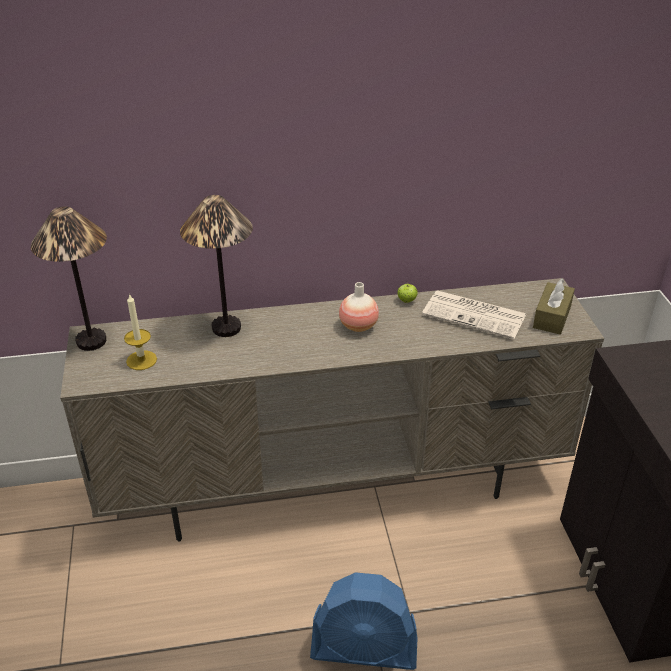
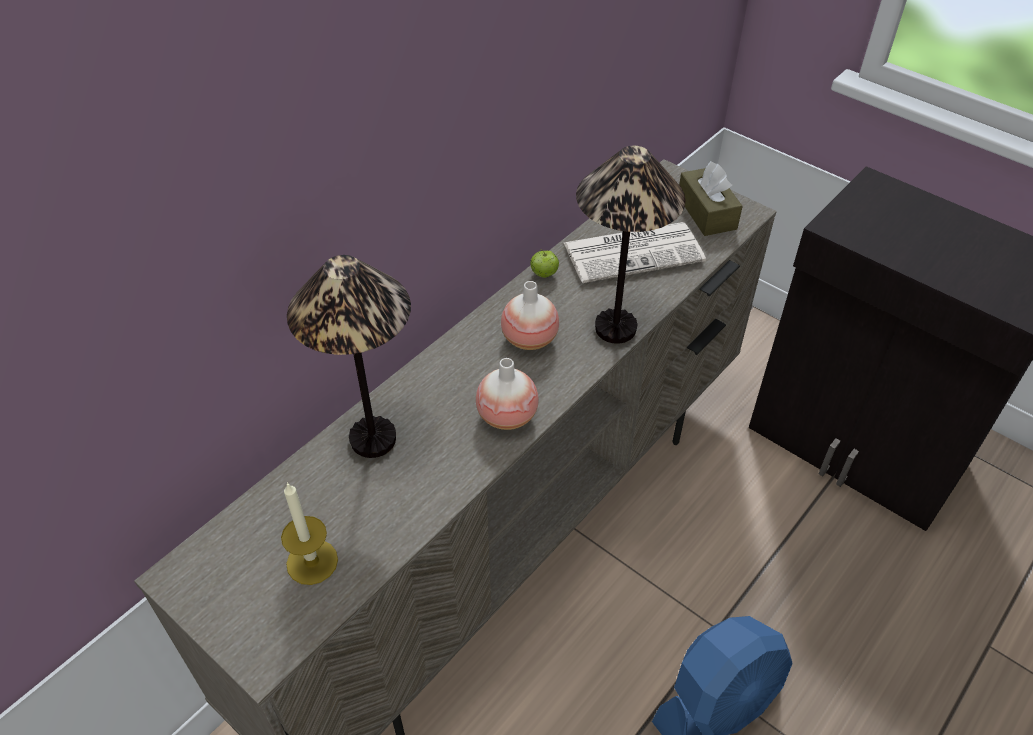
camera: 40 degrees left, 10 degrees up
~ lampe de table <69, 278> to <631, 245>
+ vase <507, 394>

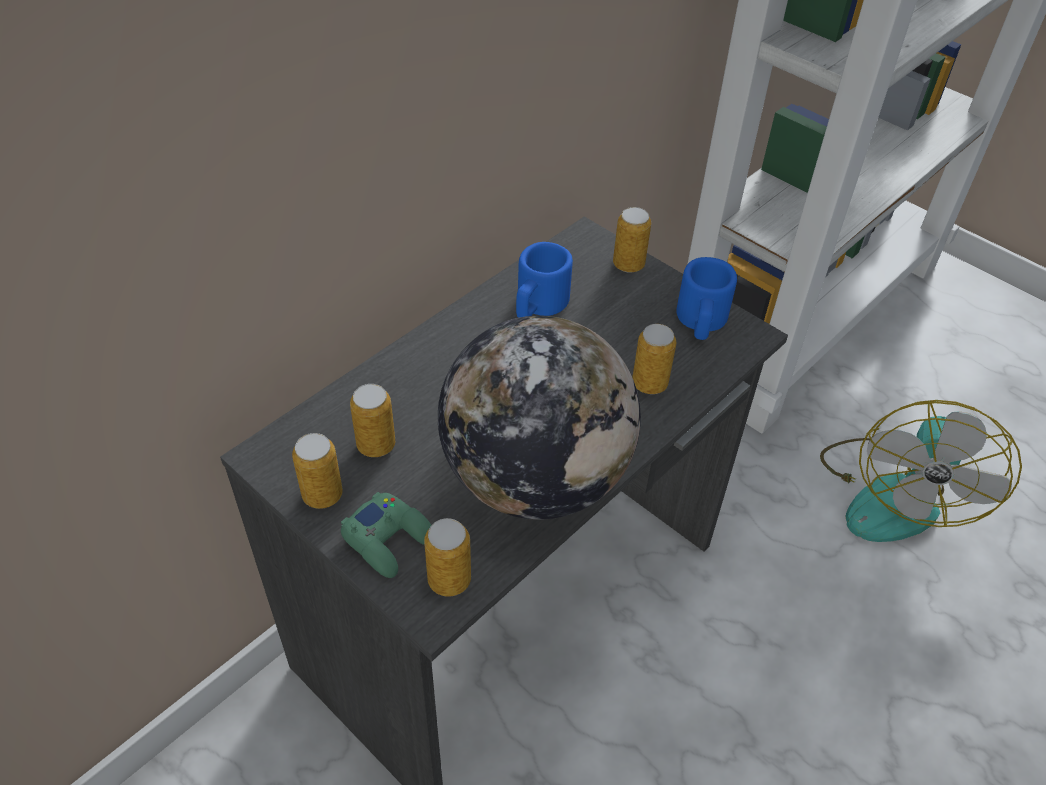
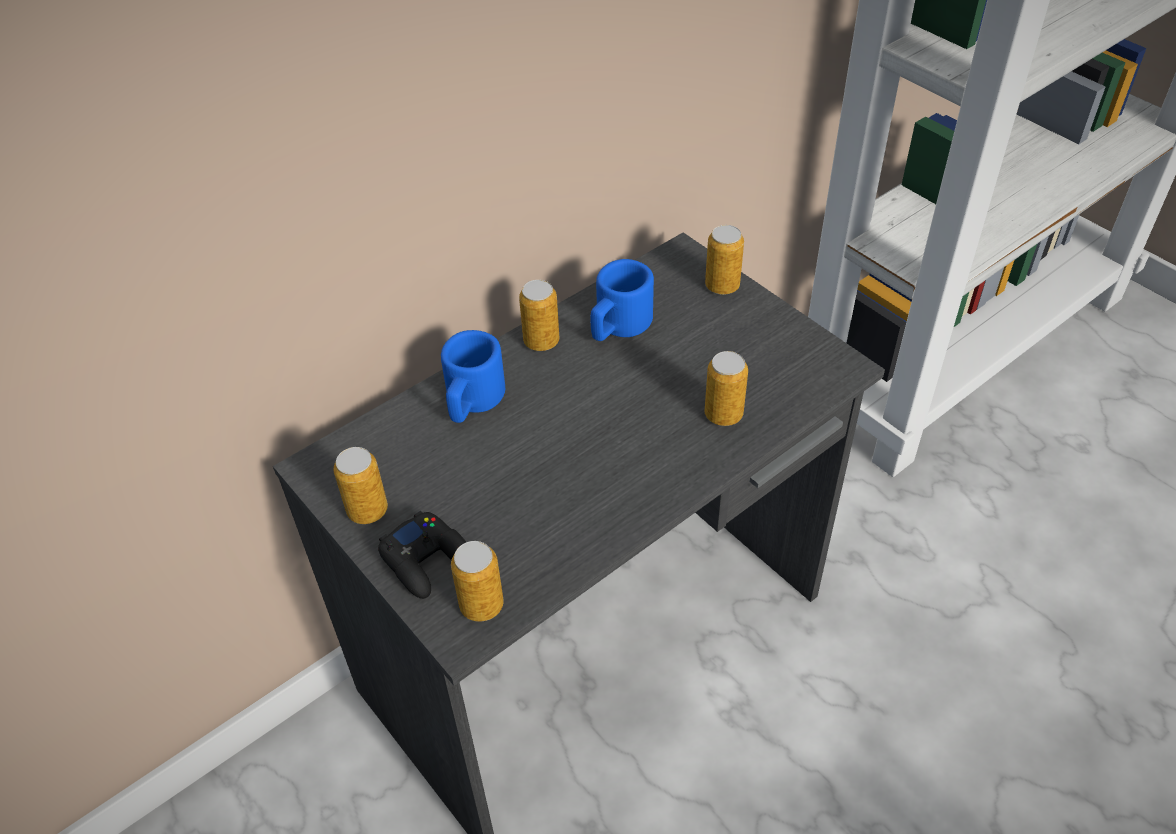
camera: 10 degrees right, 0 degrees up
~ mug (bleu) <706, 298> to <473, 376>
- globe <539, 418>
~ boîte métallique <372, 420> to <539, 315>
- ventilateur <921, 471>
~ manette (vert) <386, 535> to manette (noir) <422, 555>

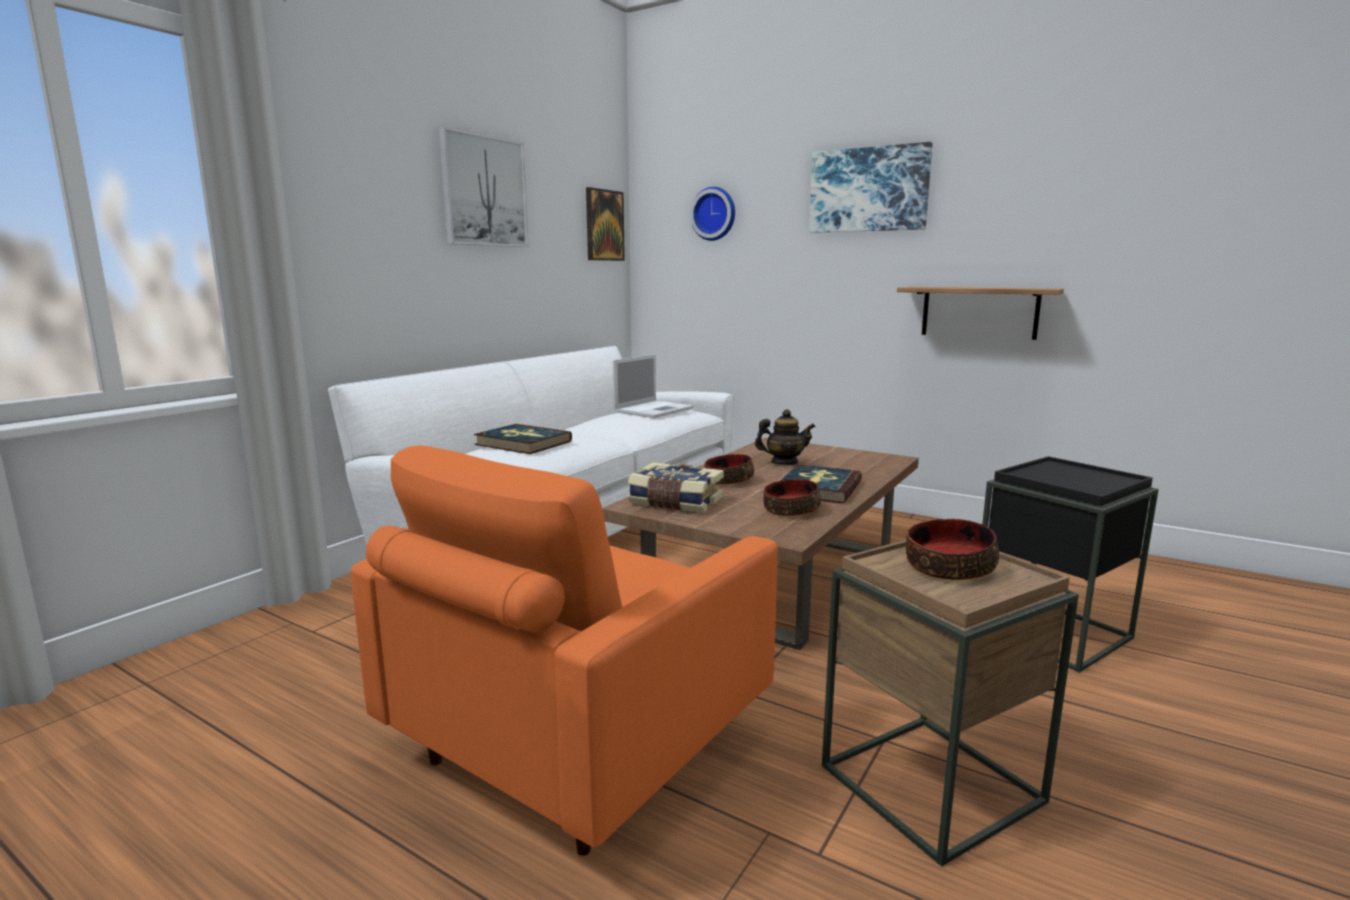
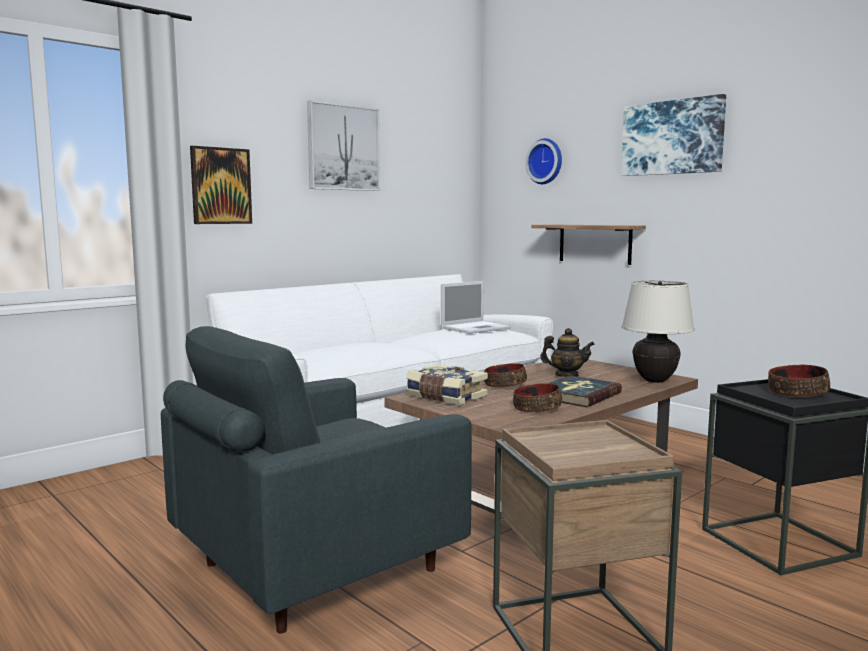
camera: 15 degrees right, 5 degrees down
~ tableau <605, 224> to <221, 185>
~ étagère <980, 313> to <588, 244>
- livre <523, 439>
~ fauteuil (orange) <564, 650> to fauteuil (gris) <316, 480>
~ bol <952, 549> to <799, 381>
+ lampe de table (beige) <658, 332>

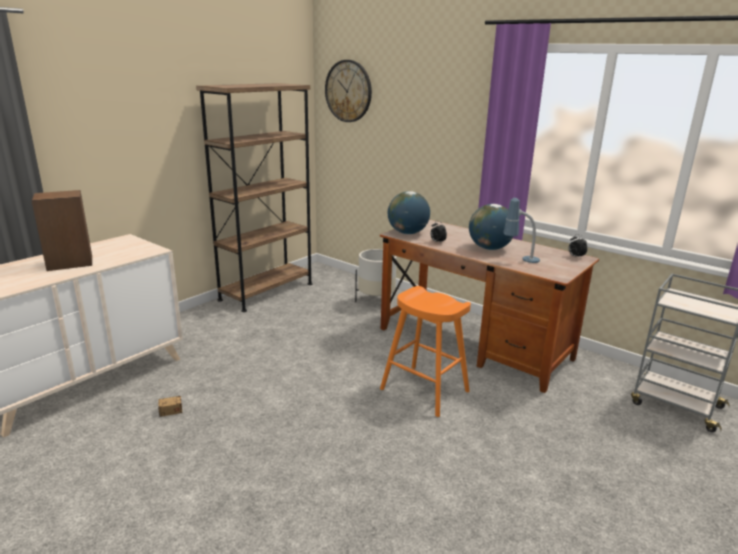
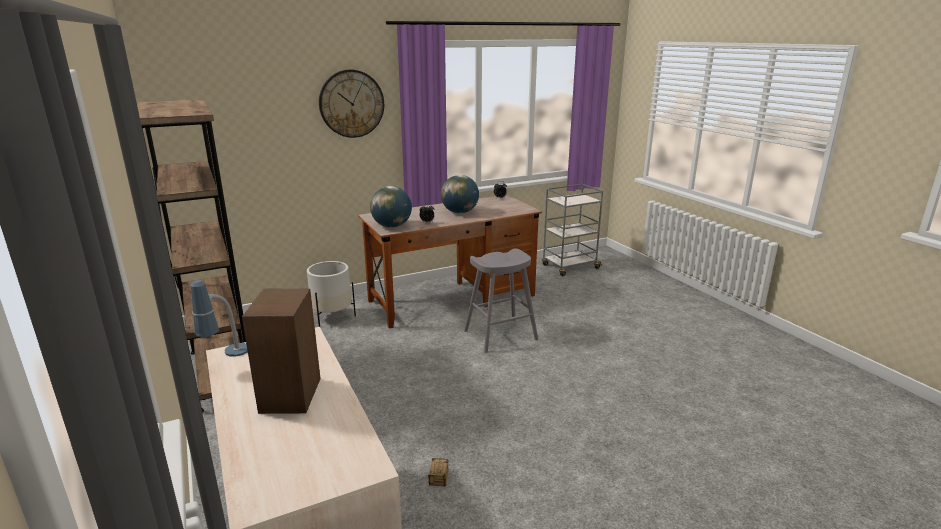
camera: 65 degrees left, 0 degrees up
~ horloge murale <348, 91> to <351, 103>
~ lampe de table <521, 230> to <219, 318>
~ tabouret (orange) <425, 351> to tabouret (gris) <501, 300>

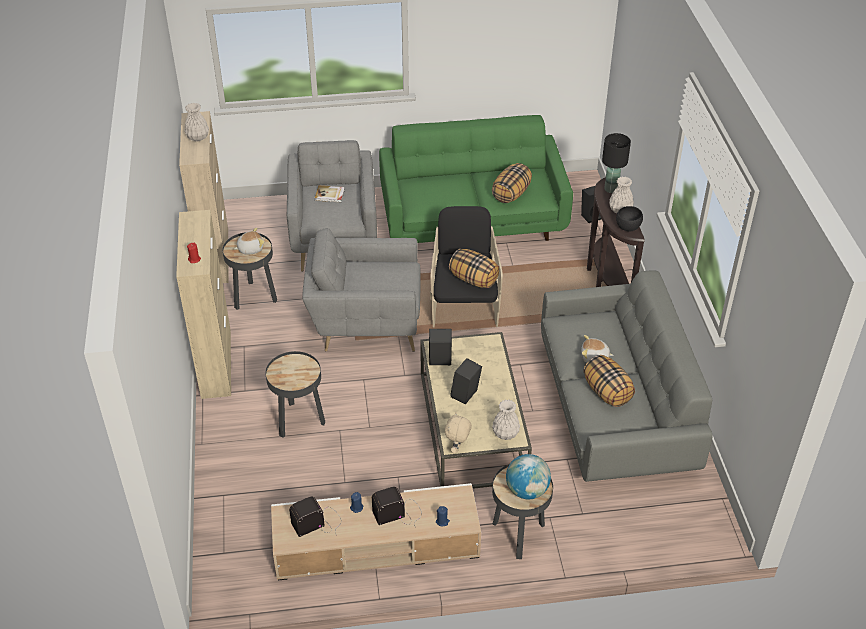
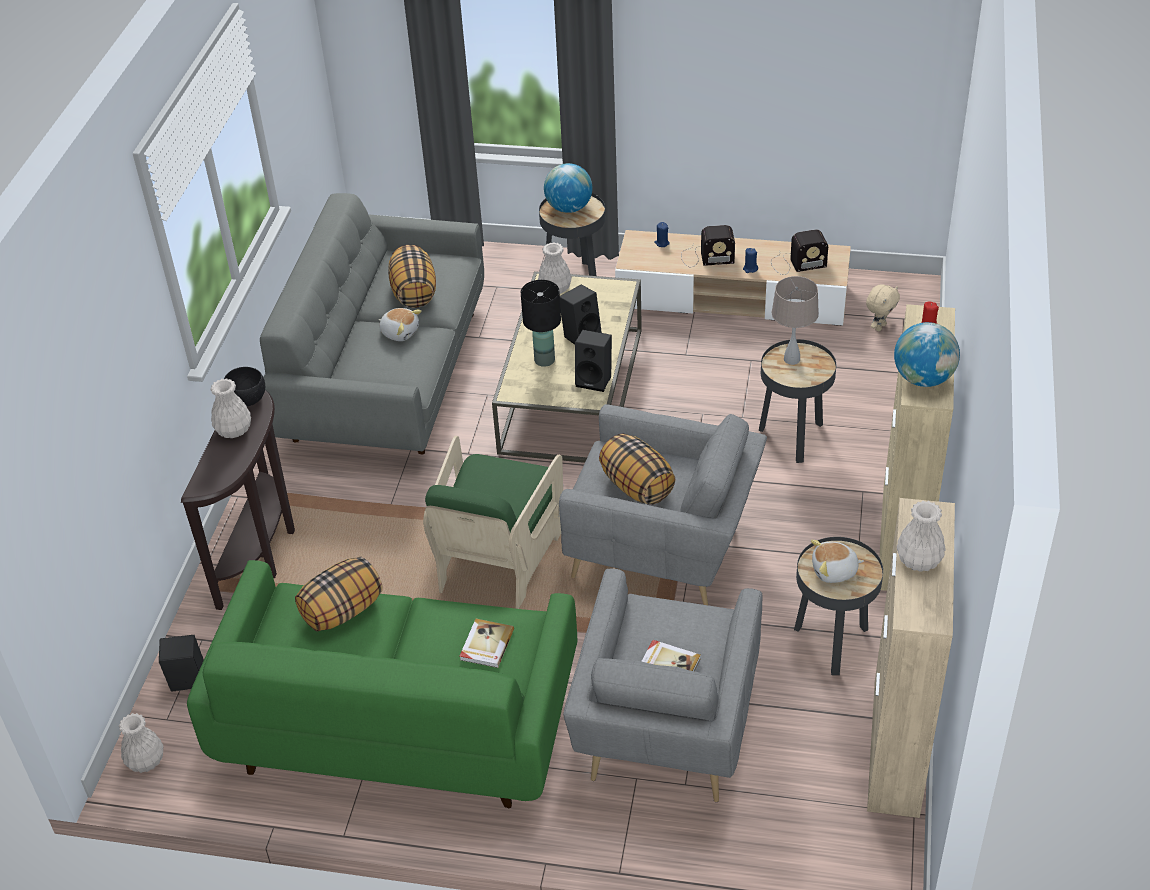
camera: 160 degrees left, 0 degrees up
~ lampe de table (noir) <616, 163> to <541, 323>
~ fauteuil (noir) <466, 266> to fauteuil (vert) <493, 522>
~ coussin <474, 268> to <637, 469>
~ peluche (beige) <458, 432> to <883, 307>
+ lampe de table (beige) <795, 320>
+ globe <927, 354>
+ livre <487, 643>
+ vase (blanc) <141, 743>

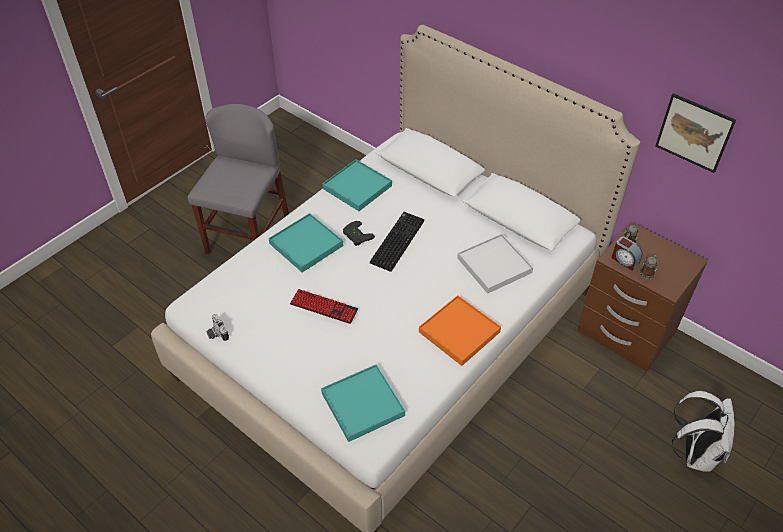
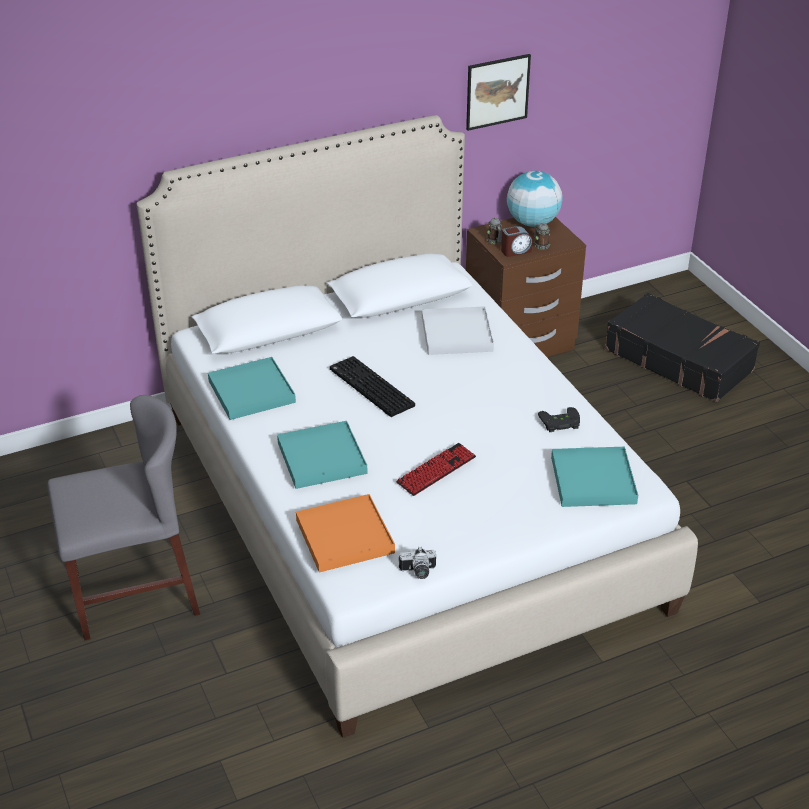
camera: 65 degrees left, 10 degrees down
~ chaise (gris) <238, 179> = <123, 517> 120 degrees clockwise
~ manette (noir) <359, 233> to <559, 419>
~ plateau (orange) <460, 330> to <345, 533>
~ sac à dos (blanc) <703, 431> to valise (noir) <682, 347>
+ globe <535, 199>

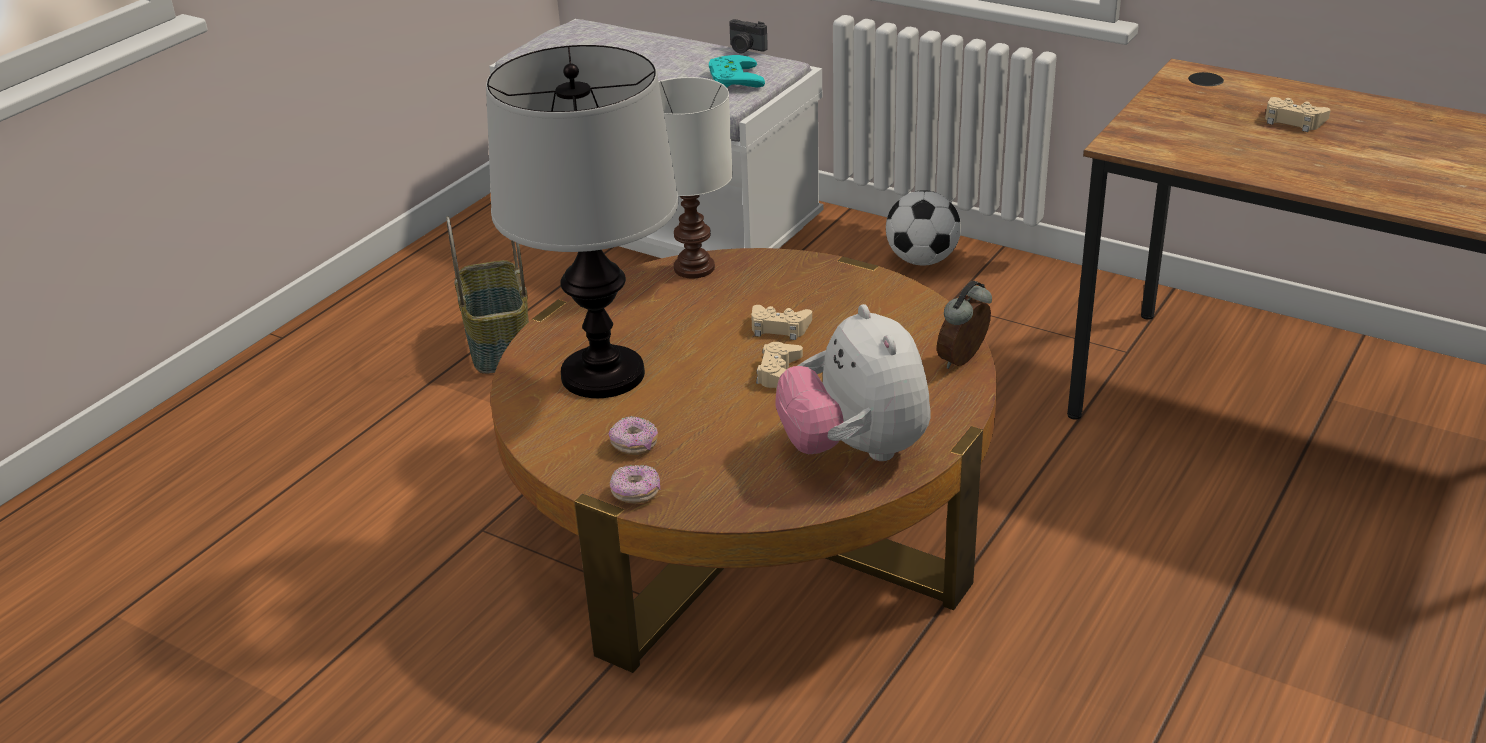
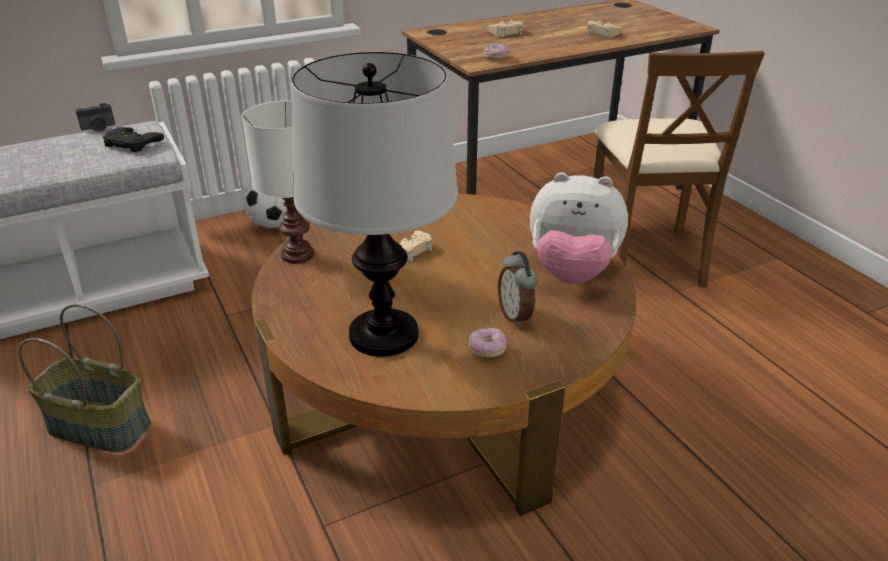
camera: 60 degrees left, 0 degrees up
~ manette (turquoise) <737, 71> to manette (noir) <133, 140>
~ réveil <964, 325> to <518, 289>
~ manette (beige) <779, 365> to <604, 29>
~ beignet <635, 484> to <496, 51>
+ chaise (marron) <679, 169>

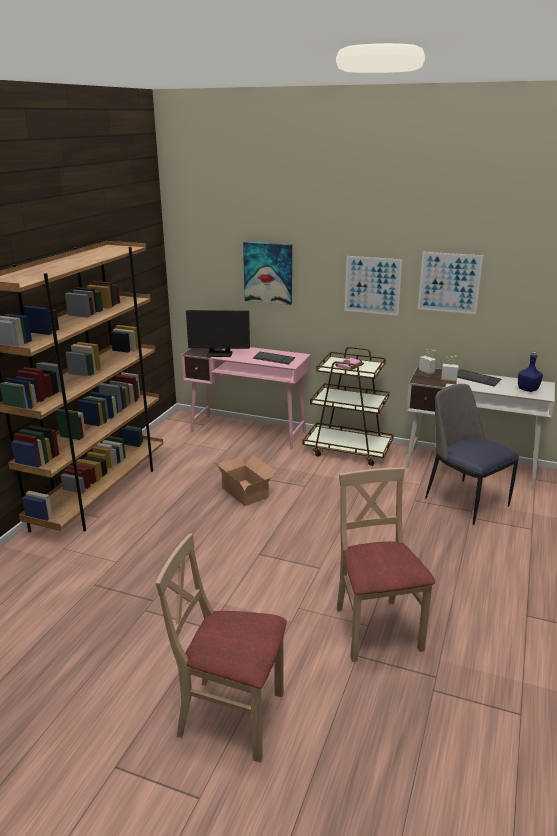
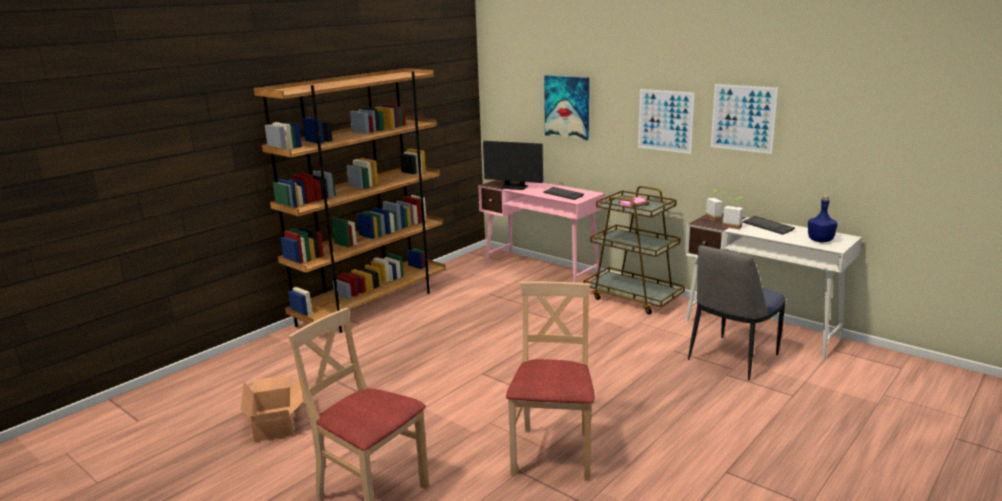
camera: 20 degrees right, 5 degrees down
~ chaise <472, 454> = <737, 313> 120 degrees counterclockwise
~ carton <246, 480> to <271, 408>

